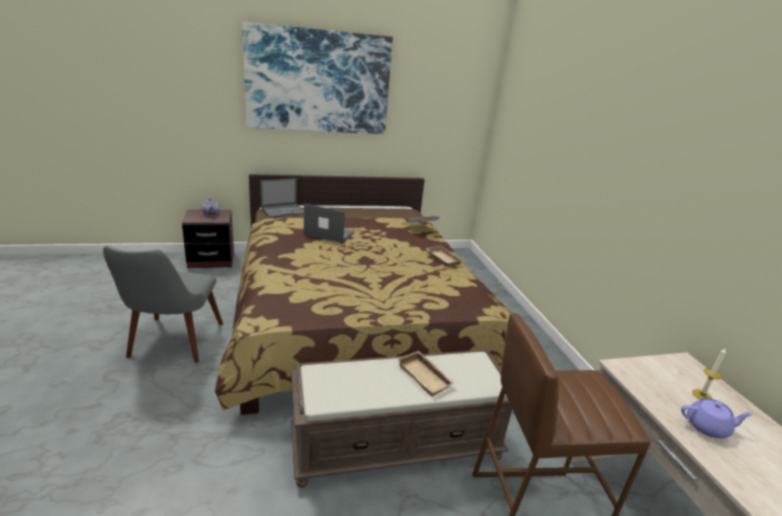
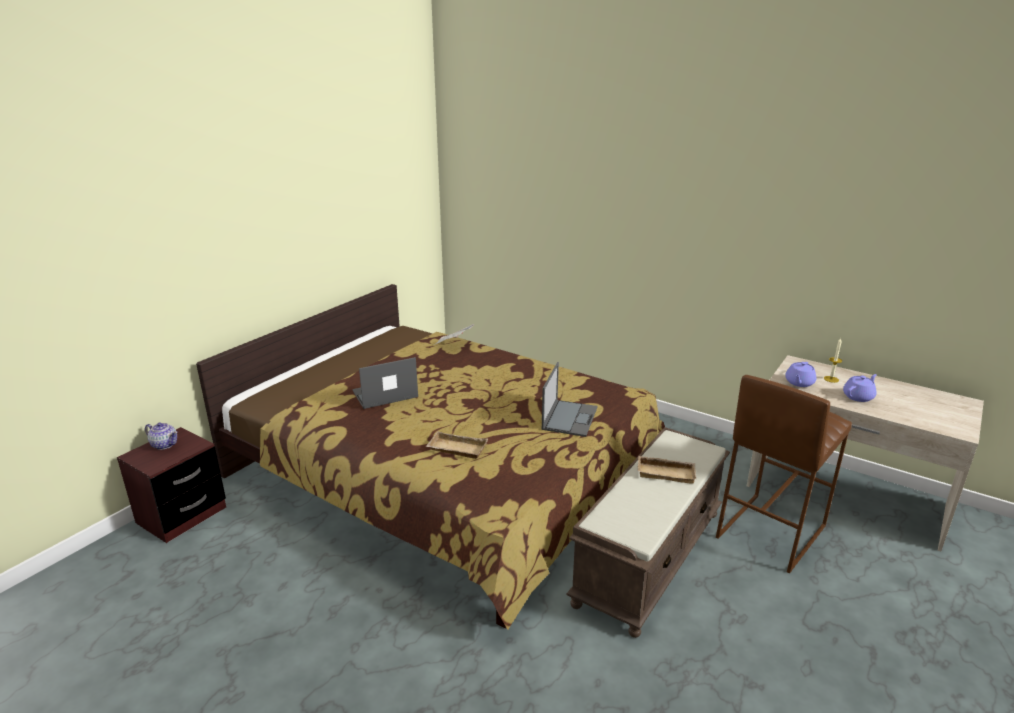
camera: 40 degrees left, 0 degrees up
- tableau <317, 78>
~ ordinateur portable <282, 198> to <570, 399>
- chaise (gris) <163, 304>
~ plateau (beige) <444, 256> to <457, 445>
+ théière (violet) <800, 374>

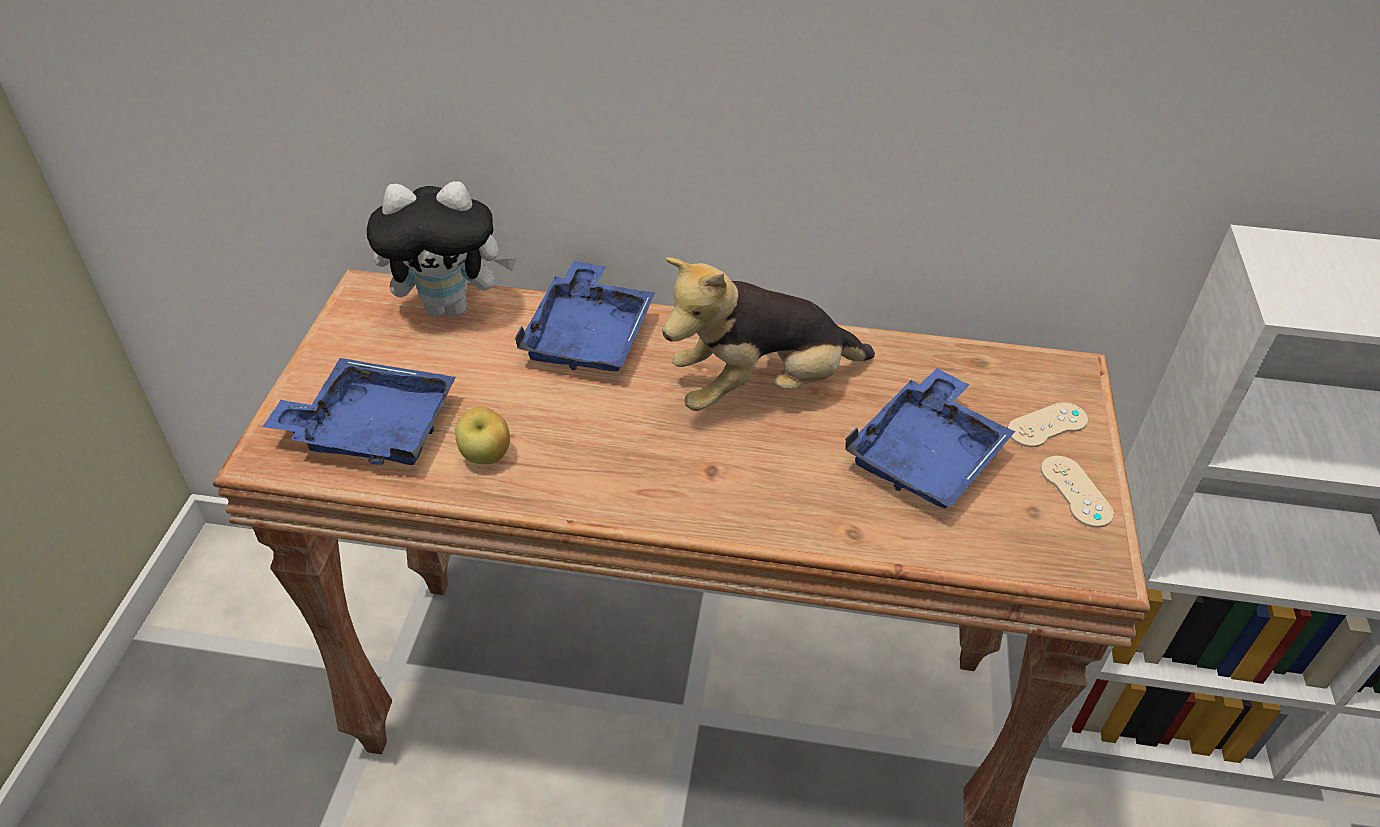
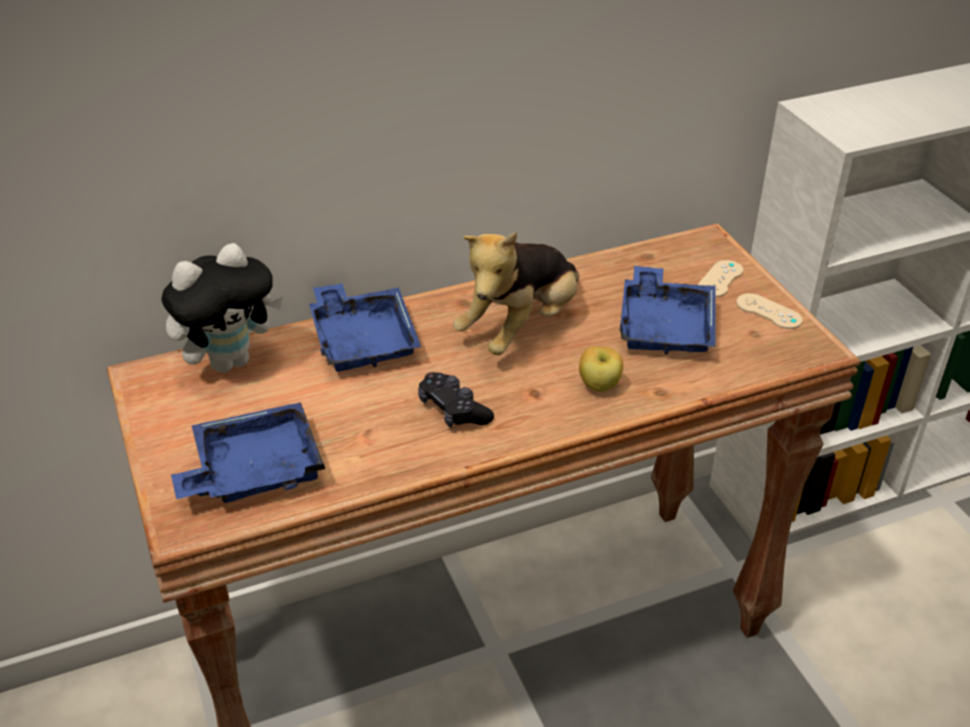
camera: 30 degrees left, 5 degrees down
~ pomme <482, 435> to <601, 369>
+ manette (noir) <456, 400>

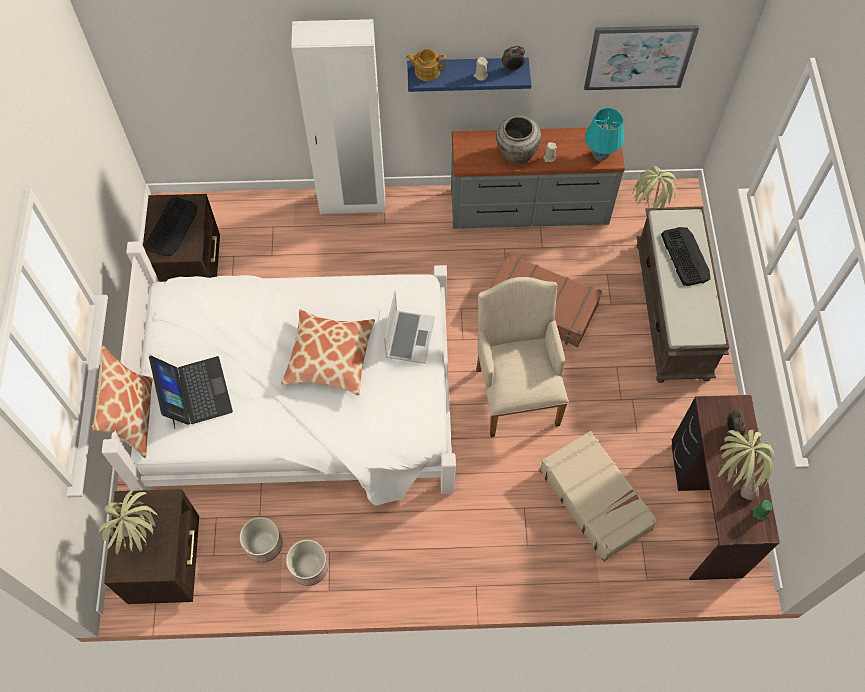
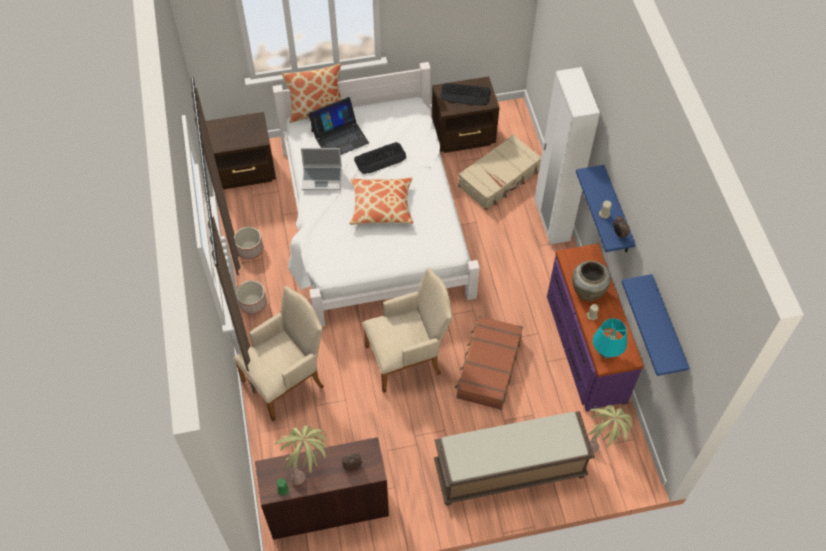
camera: 80 degrees right, 5 degrees down
~ tableau <641, 57> to étagère (bleu) <656, 325>
- théière <426, 65>
~ commode (gris) <538, 178> to commode (violet) <595, 327>
~ clavier <686, 256> to <380, 158>
~ ordinateur portable <409, 327> to <321, 169>
~ valise (beige) <598, 496> to <499, 172>
- plante en pot <128, 521>
~ cache-pot <261, 540> to <252, 297>
+ fauteuil (beige) <278, 353>

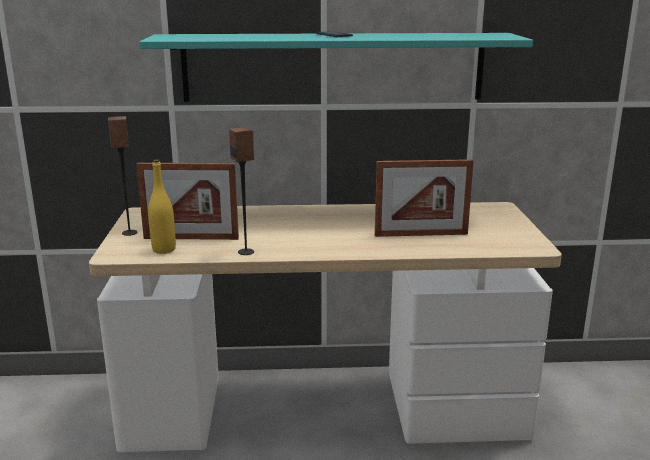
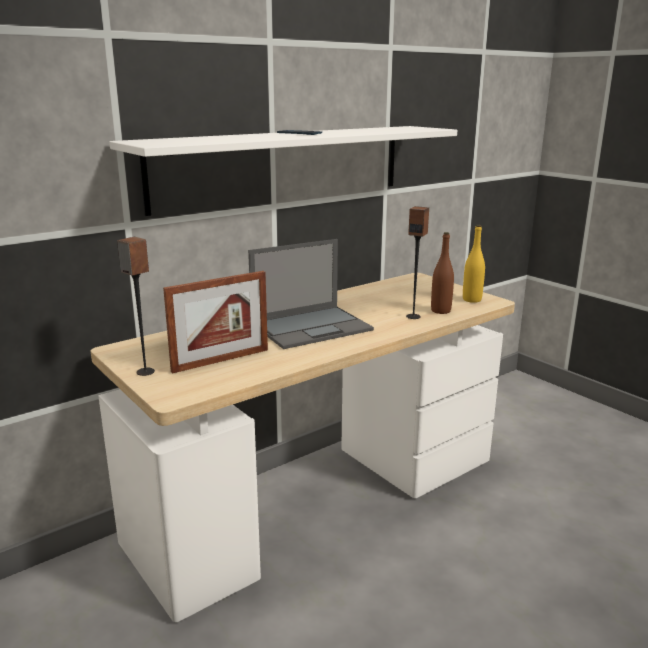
camera: 35 degrees left, 0 degrees up
~ étagère (turquoise) <336, 67> to étagère (blanc) <283, 171>
~ enceinte <241, 191> to <417, 262>
~ bouteille (jaune) <162, 206> to <474, 264>
- cadre photo <424, 198>
+ bouteille (marron) <442, 273>
+ ordinateur portable <311, 294>

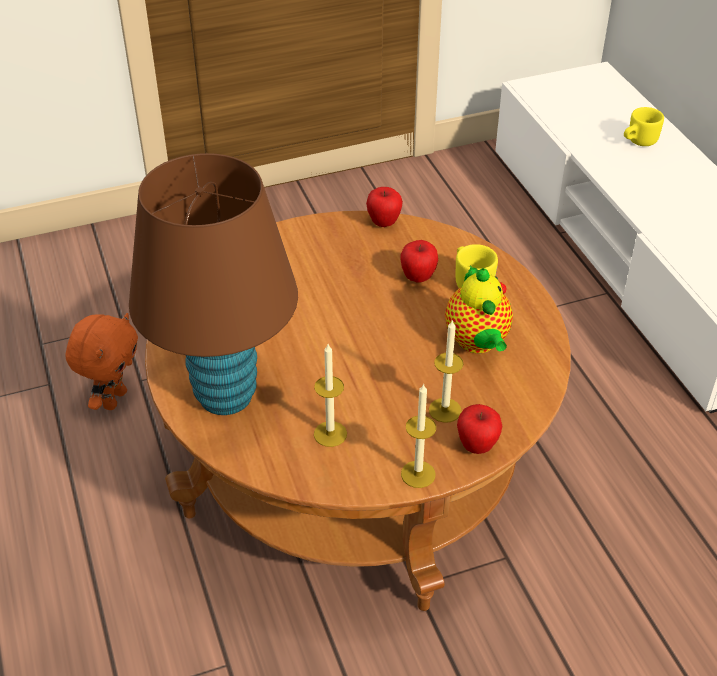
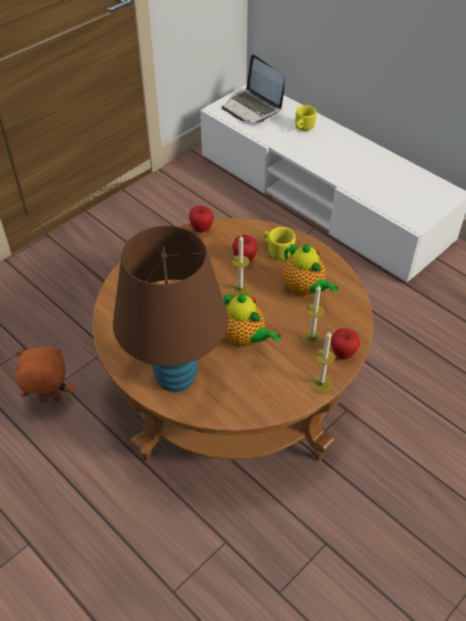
camera: 25 degrees left, 5 degrees up
~ peluche (orange) <101, 361> = <45, 375> 90 degrees counterclockwise
~ bougie <330, 395> to <240, 265>
+ ordinateur portable <253, 88>
+ théière <252, 320>

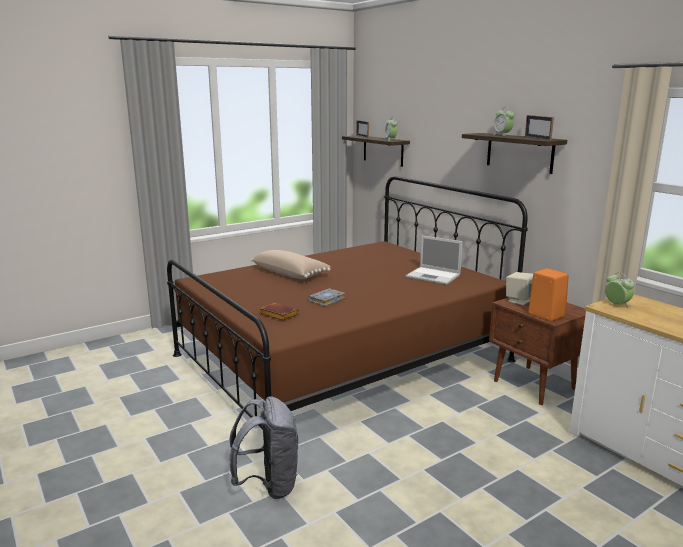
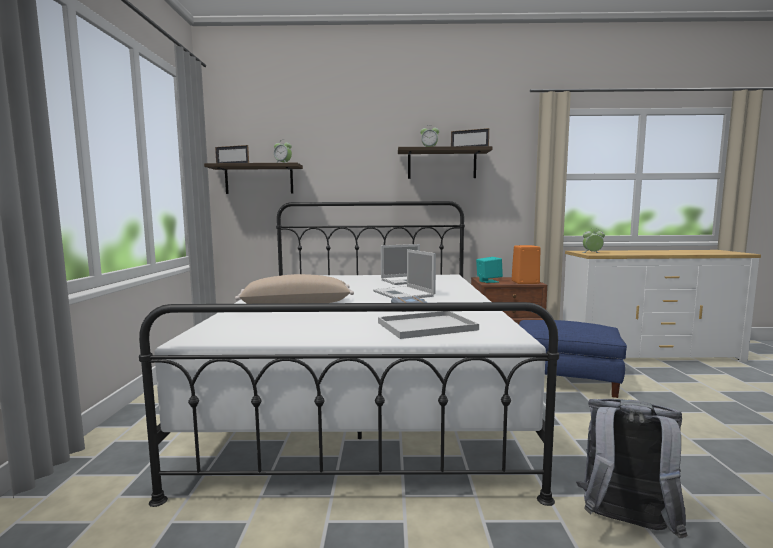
camera: 55 degrees left, 10 degrees down
~ lit (marron) <347, 302> to lit (blanc) <349, 354>
~ enceinte (beige) <519, 288> to enceinte (turquoise) <489, 270>
~ livre (marron) <279, 311> to plateau (blanc) <428, 325>
+ ordinateur portable <404, 273>
+ pouf (bleu) <573, 359>

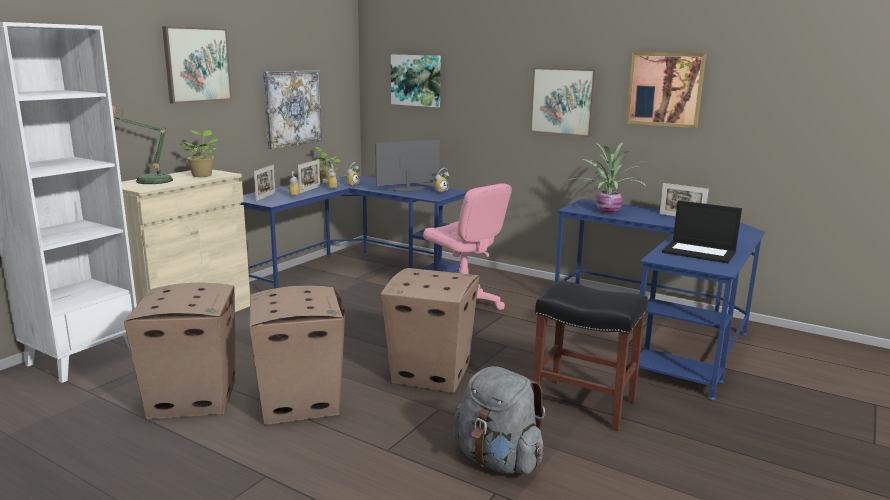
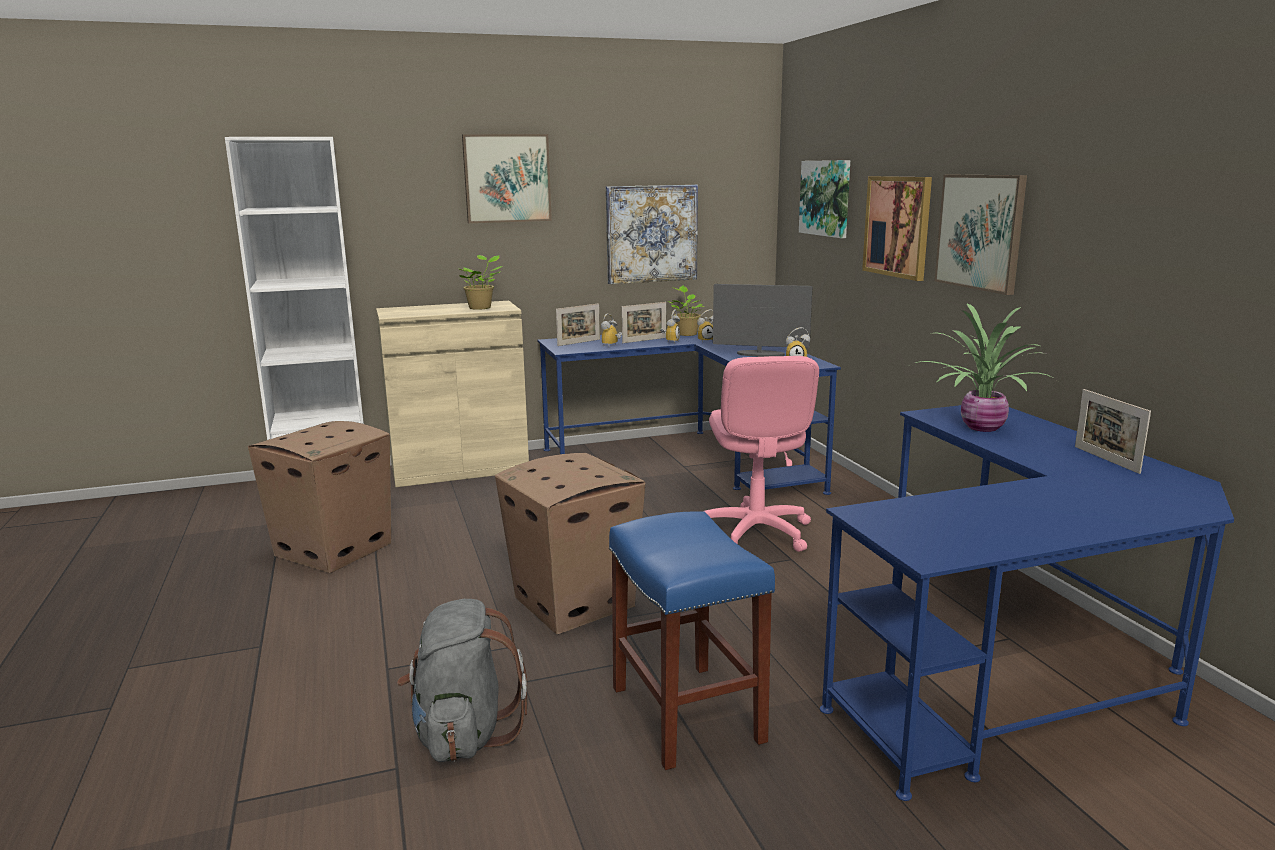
camera: 40 degrees right, 0 degrees up
~ tableau <666, 90> to <897, 228>
- lampe de table <142, 144>
- ordinateur portable <702, 231>
~ tabouret (noir) <590, 355> to tabouret (bleu) <692, 640>
- carton <297, 355>

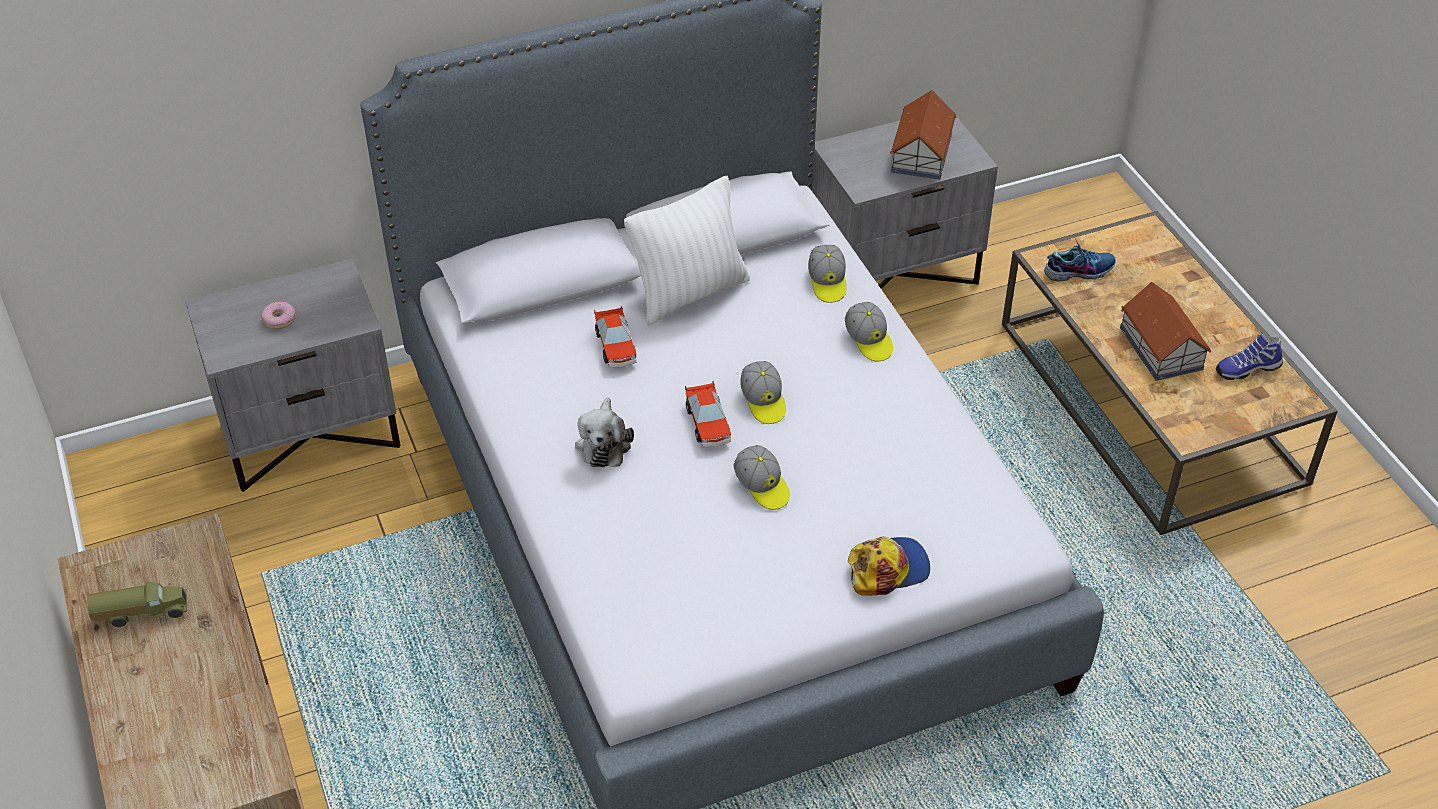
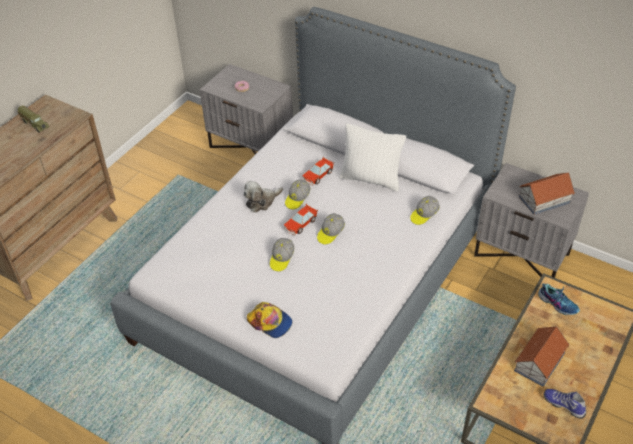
camera: 55 degrees right, 0 degrees up
~ casquette <869, 332> to <297, 194>

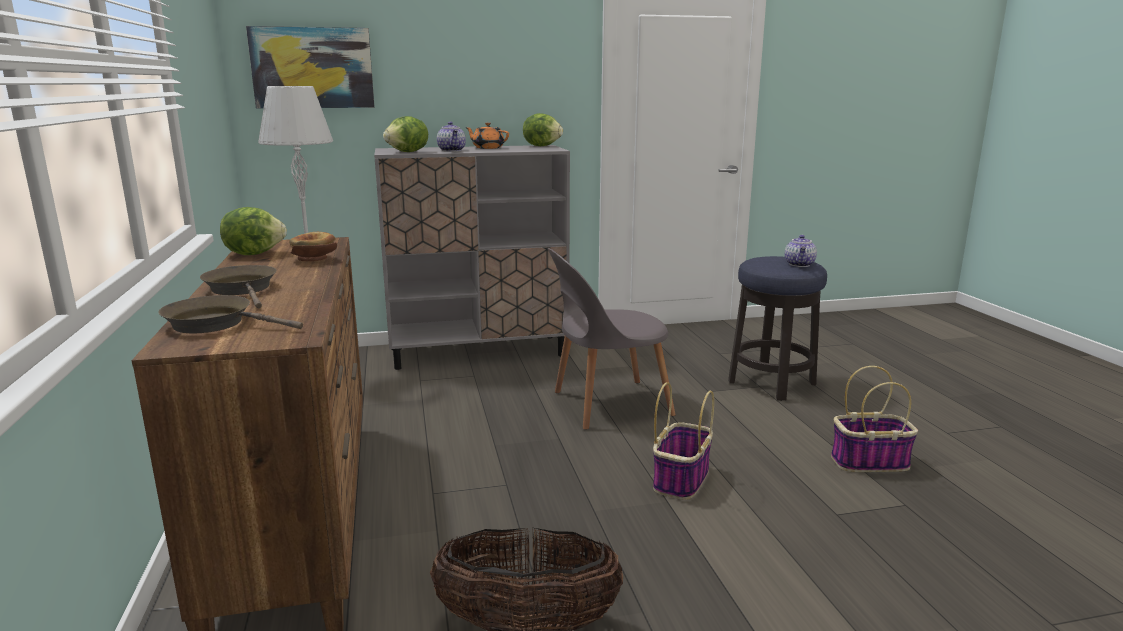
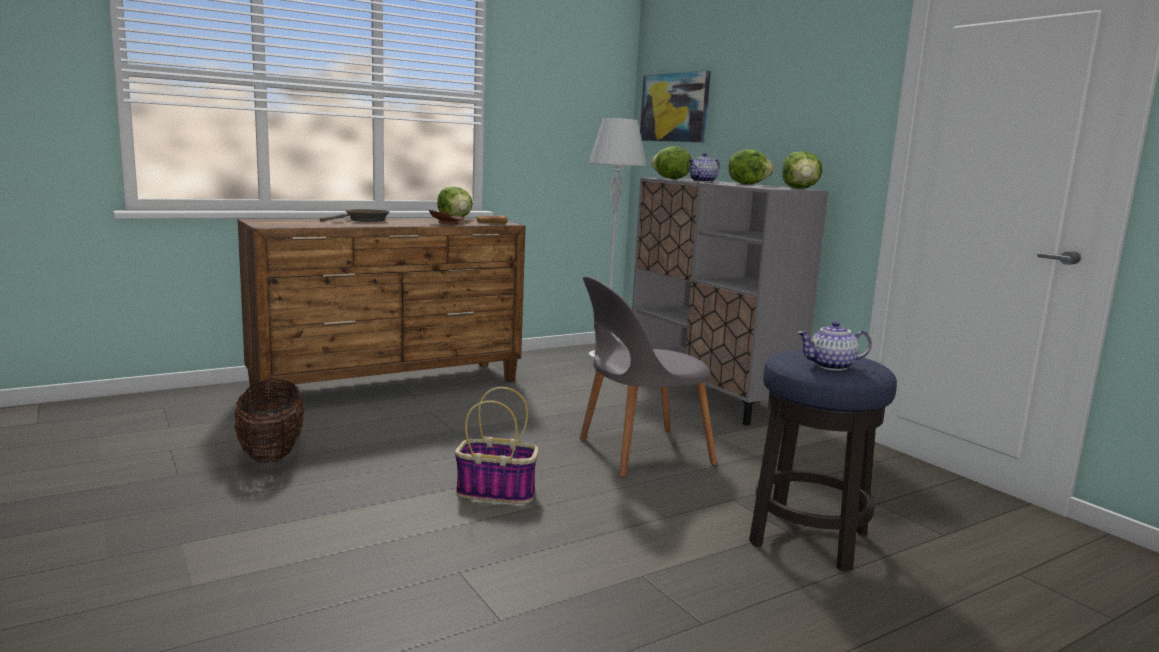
camera: 70 degrees right, 5 degrees down
~ théière (orange) <487, 135> to laitue <751, 167>
~ chaise (gris) <612, 339> = <648, 376> 75 degrees counterclockwise
- poêle (marron) <231, 314>
- panier <874, 419>

